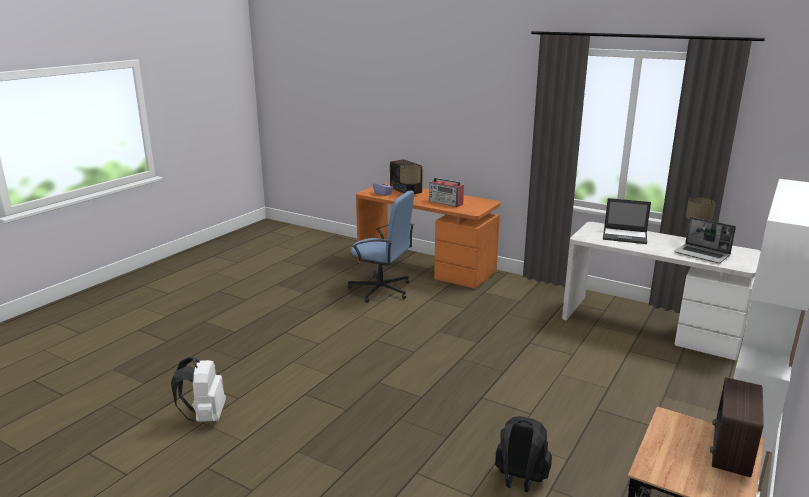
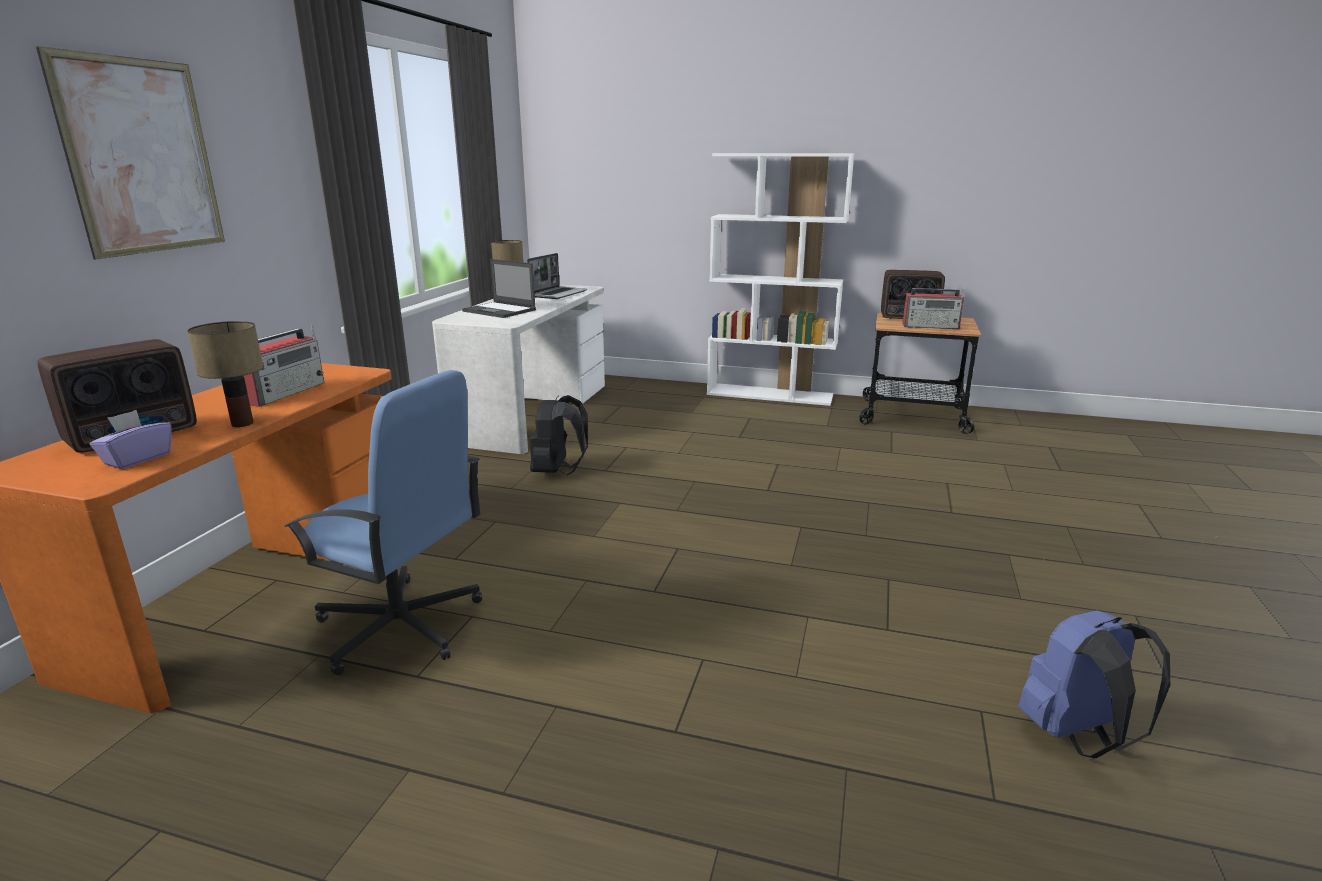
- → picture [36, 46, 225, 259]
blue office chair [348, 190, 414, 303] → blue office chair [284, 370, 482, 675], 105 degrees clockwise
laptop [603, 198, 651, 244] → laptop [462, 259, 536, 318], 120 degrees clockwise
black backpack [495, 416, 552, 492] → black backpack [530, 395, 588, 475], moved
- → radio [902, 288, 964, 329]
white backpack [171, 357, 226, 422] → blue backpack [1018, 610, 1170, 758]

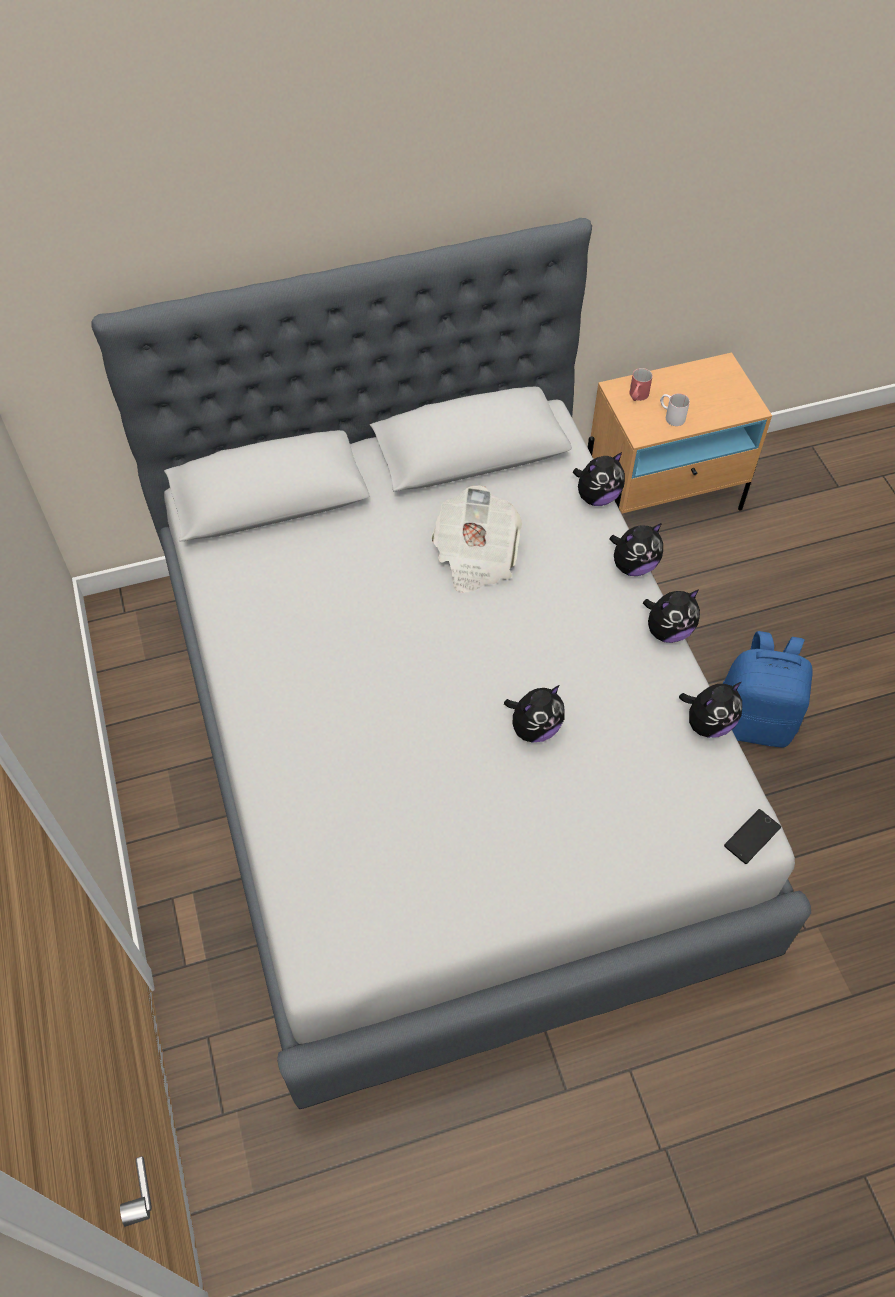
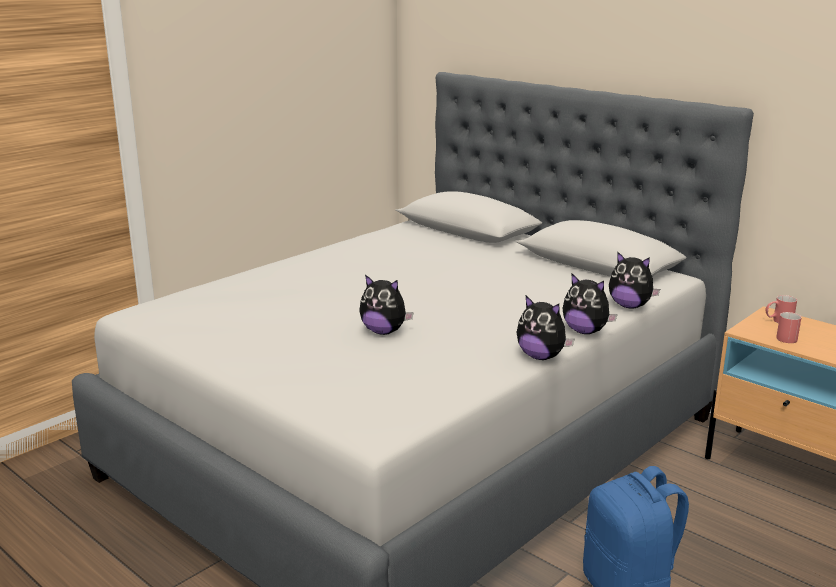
white mug [660, 393, 690, 426] → red mug [776, 312, 802, 343]
newspaper [432, 485, 522, 593] → -
plush toy [679, 682, 742, 738] → -
phone [724, 809, 781, 864] → -

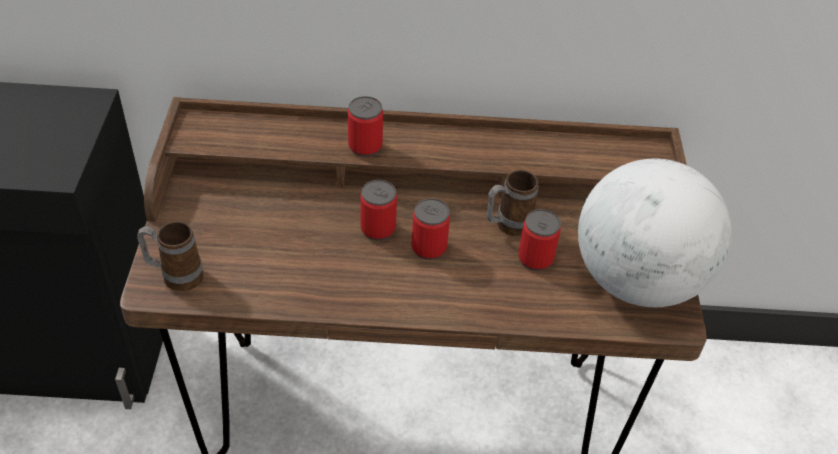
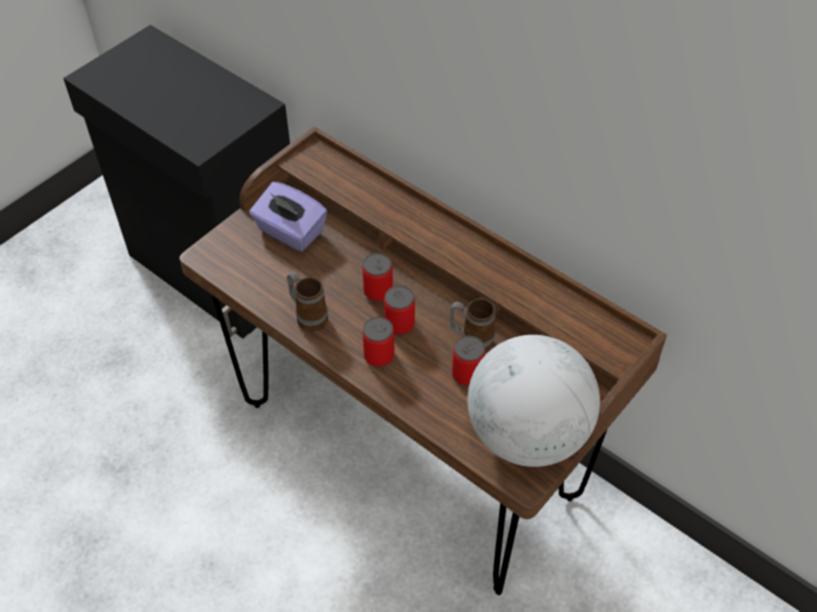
- → purple tissue box [249, 182, 327, 252]
mug [137, 221, 204, 291] → mug [287, 272, 328, 332], moved
can [348, 96, 383, 157] → can [362, 317, 395, 367], moved

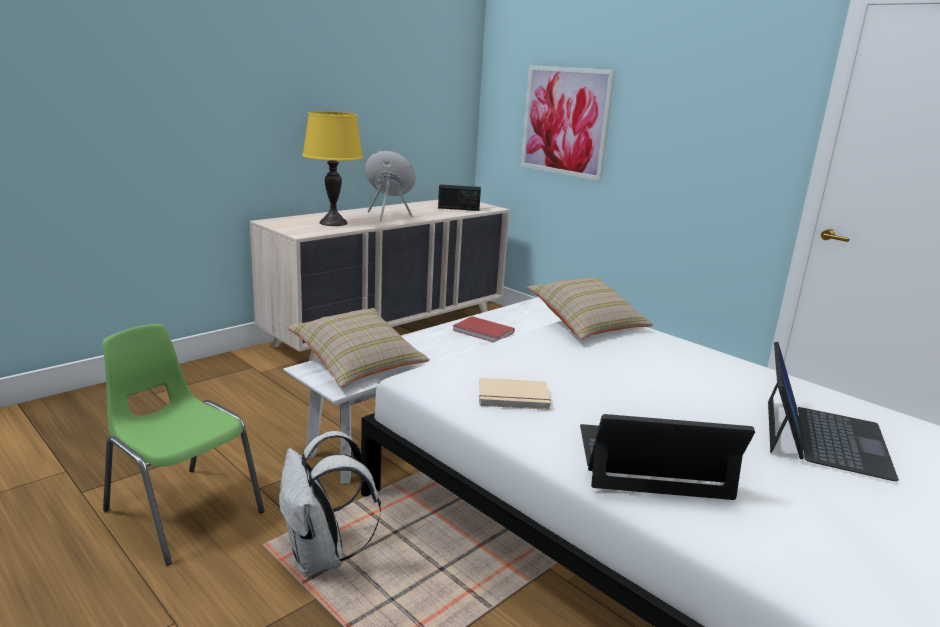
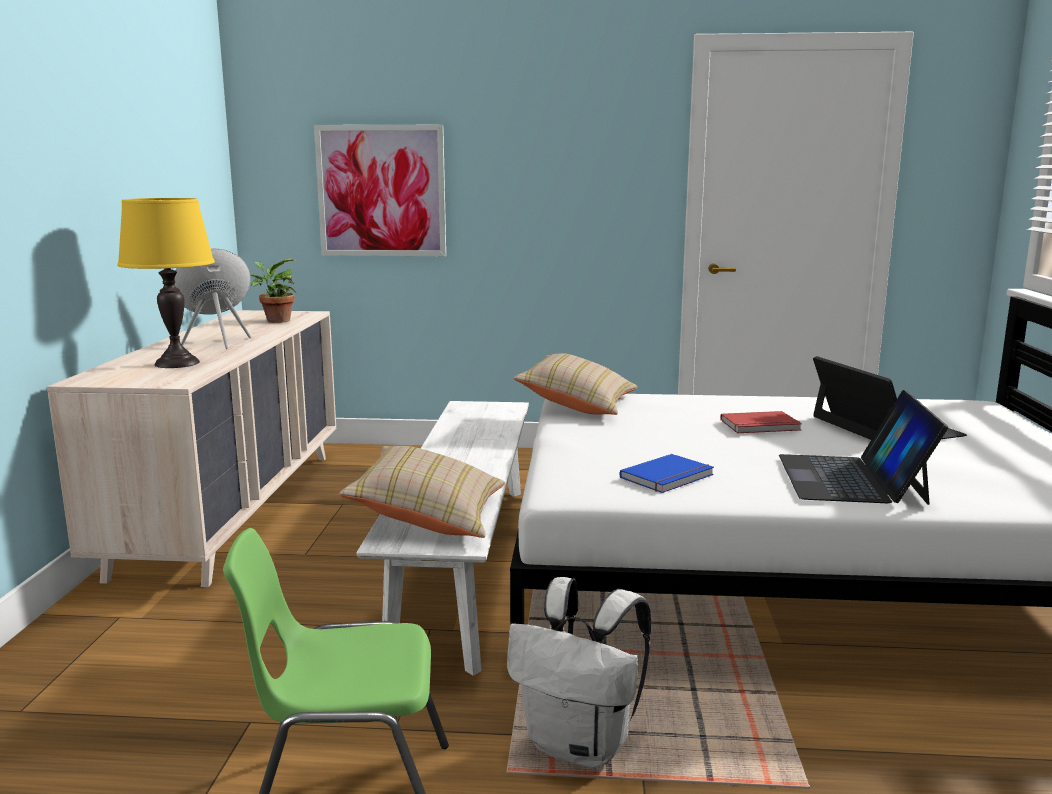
radio [438, 184, 481, 211] → potted plant [250, 258, 297, 323]
beige book [479, 378, 551, 410] → blue book [620, 454, 714, 493]
red book [452, 316, 515, 342] → red book [720, 411, 802, 433], moved
laptop [580, 414, 755, 500] → laptop [779, 390, 948, 505], 45 degrees counterclockwise

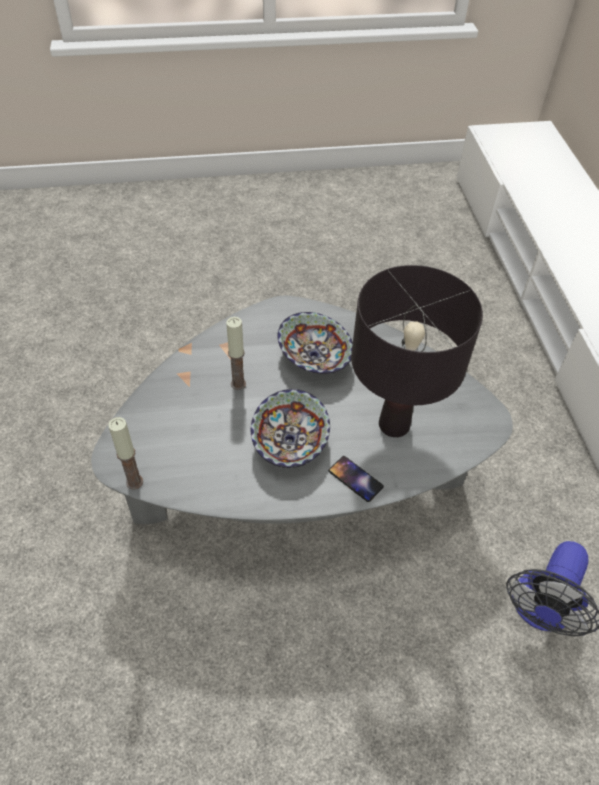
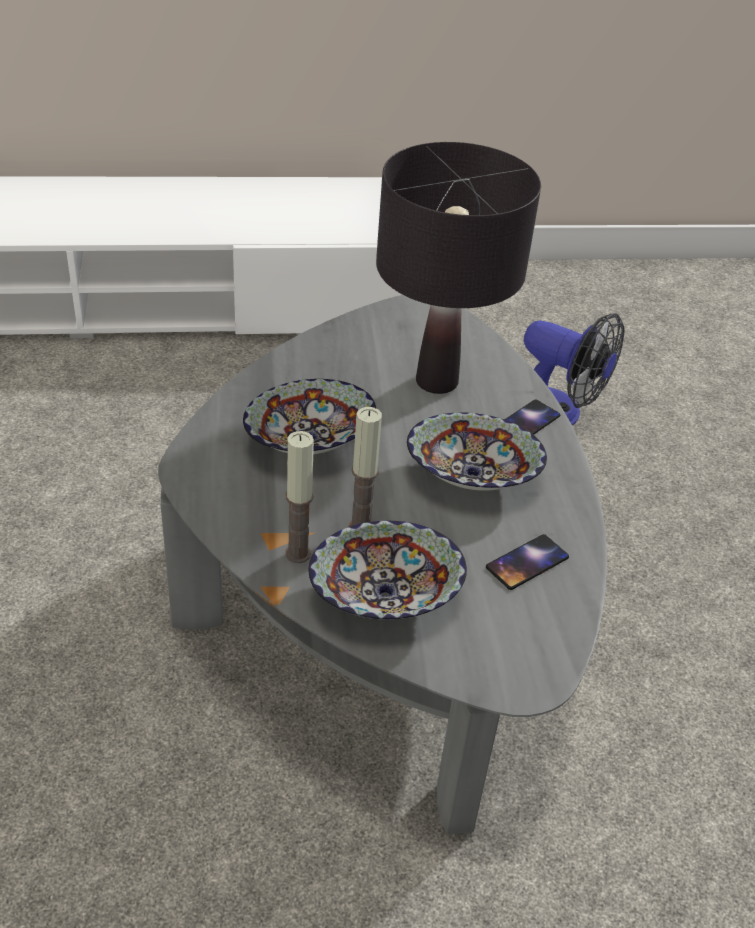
candle [108, 417, 143, 490] → candle [285, 431, 314, 563], moved
- → bowl [308, 521, 467, 619]
- → phone [486, 534, 569, 590]

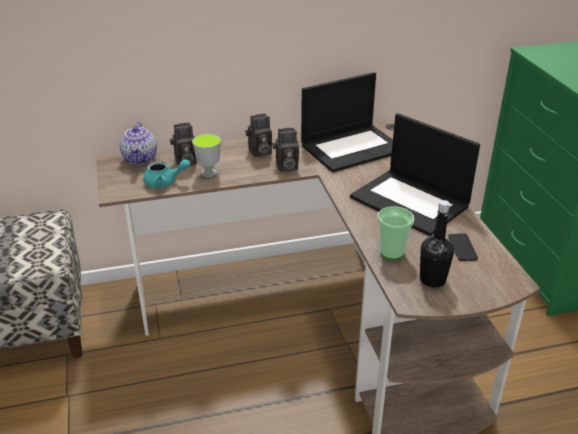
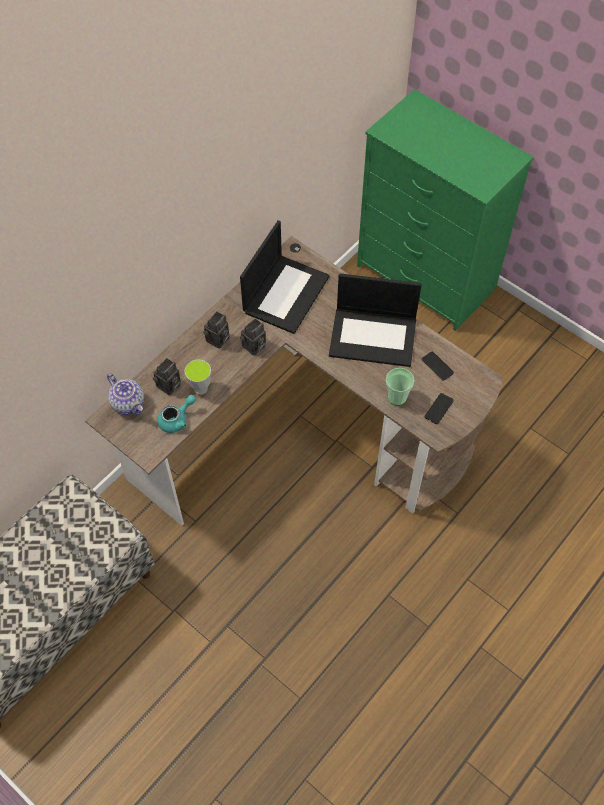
black bottle [420, 200, 454, 288] → phone [425, 393, 454, 424]

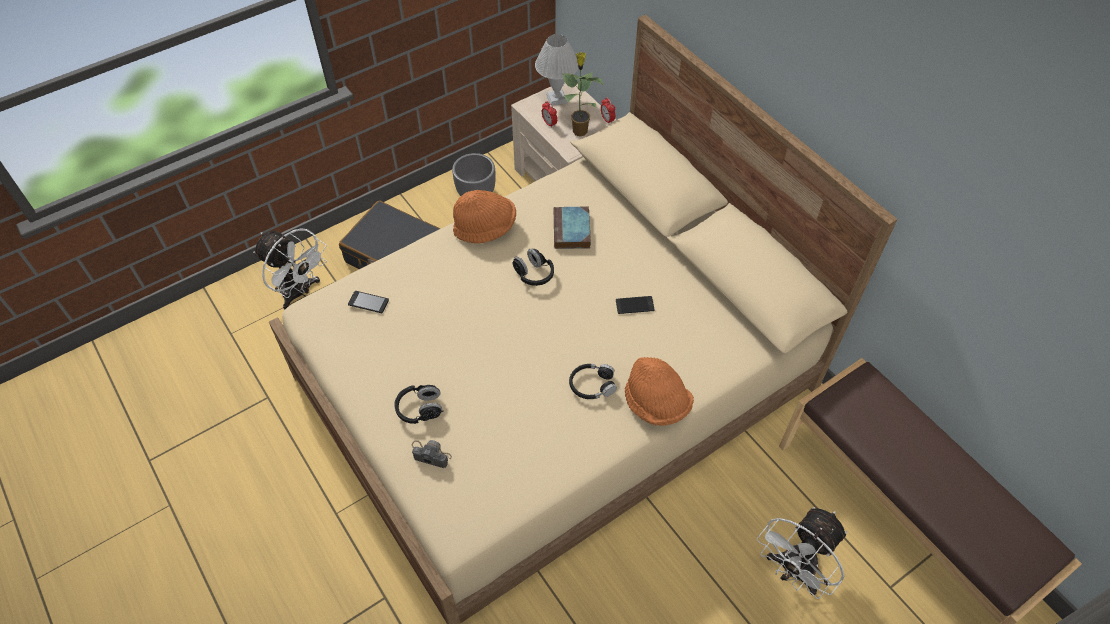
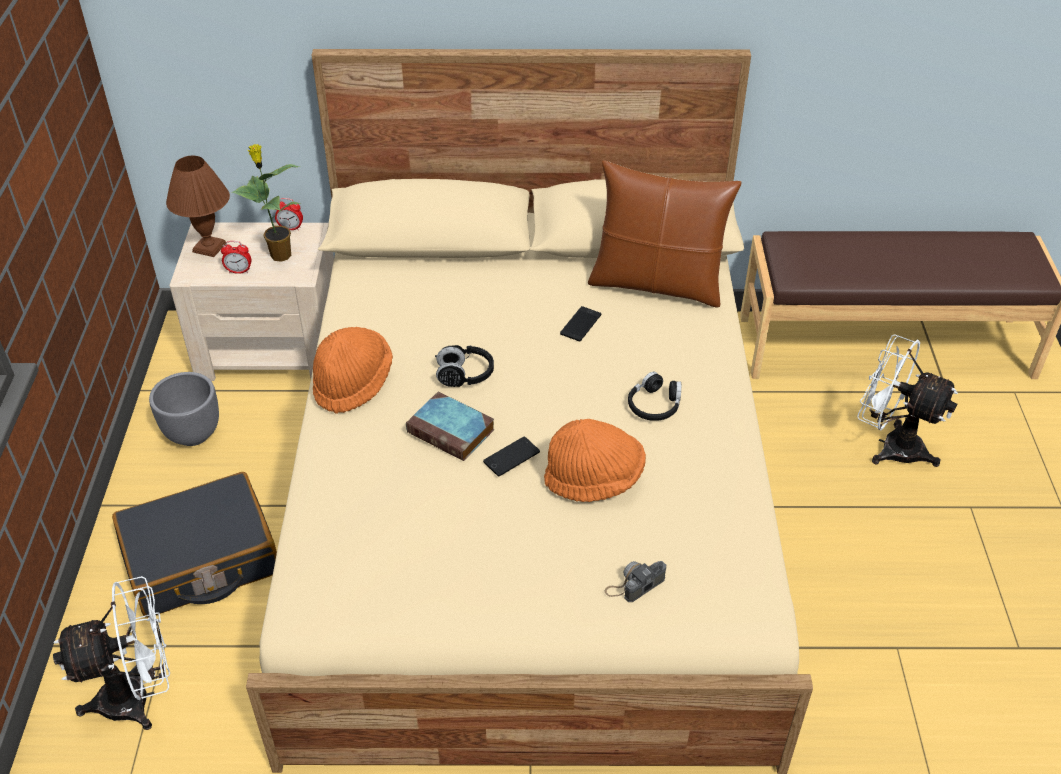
white table lamp [535, 34, 578, 106] → brown table lamp [166, 156, 230, 257]
book [554, 207, 591, 249] → book [406, 391, 495, 461], moved
phone [348, 291, 389, 313] → phone [483, 437, 540, 476], moved
orange hat [625, 357, 694, 426] → orange hat [544, 419, 646, 502], moved
- → brown pillow [588, 160, 741, 308]
white fan [757, 507, 847, 599] → white fan [857, 334, 958, 467], 135 degrees clockwise
black headphones [394, 385, 444, 424] → -

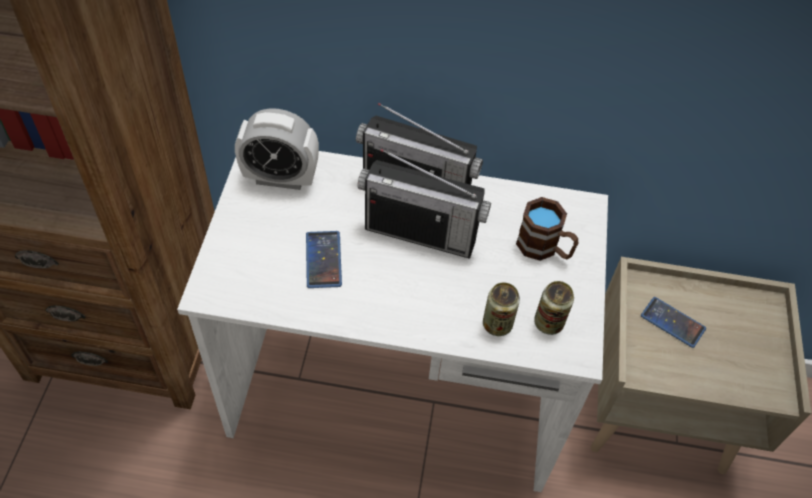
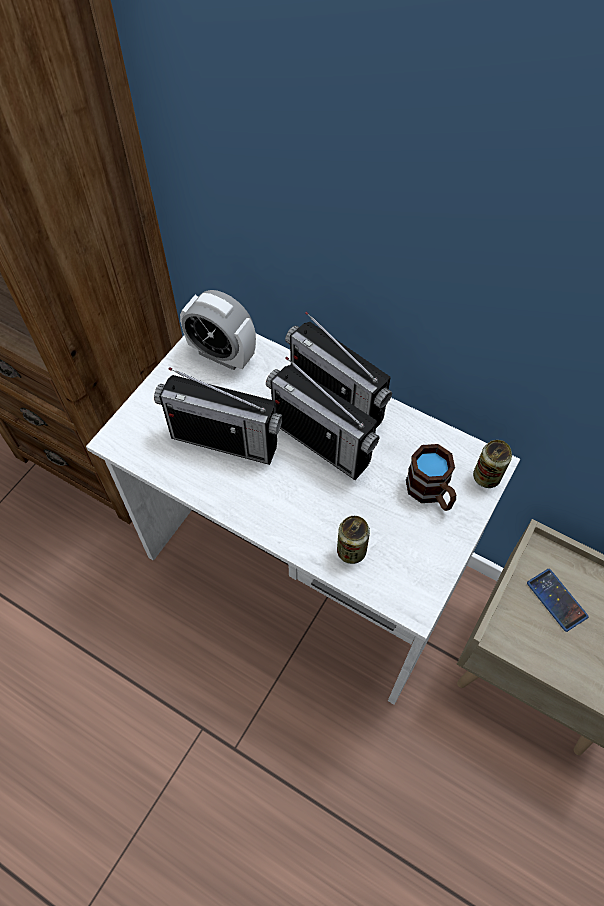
phone [306, 231, 342, 288] → radio [154, 367, 282, 465]
can [534, 281, 574, 335] → can [473, 440, 512, 488], moved

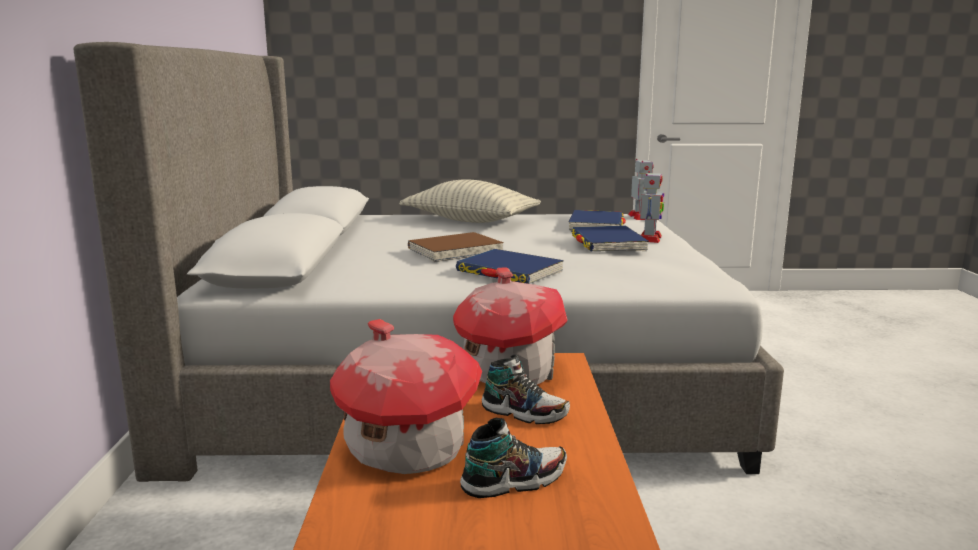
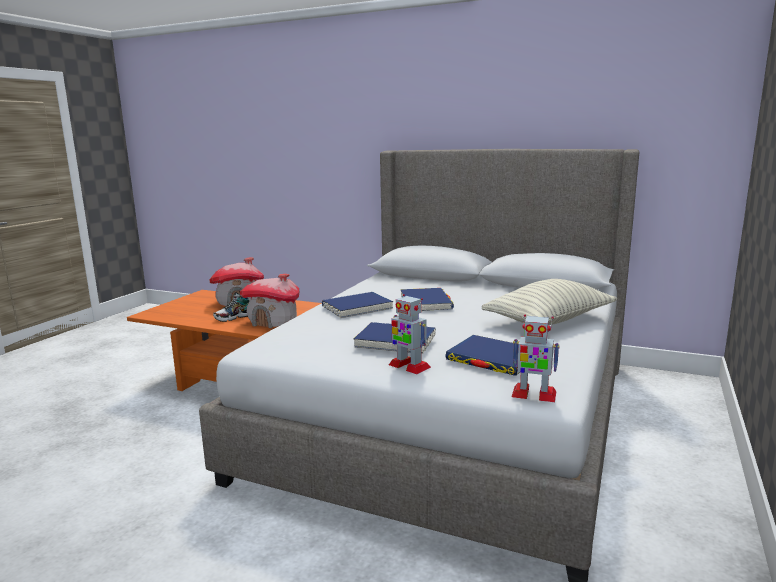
brown book [408, 232, 504, 262] → blue book [400, 288, 454, 311]
shoe [460, 418, 567, 498] → -

